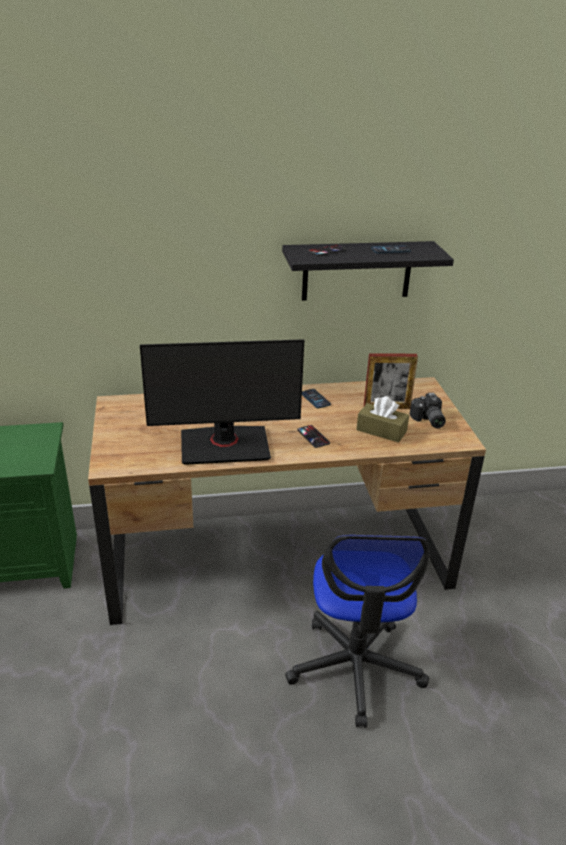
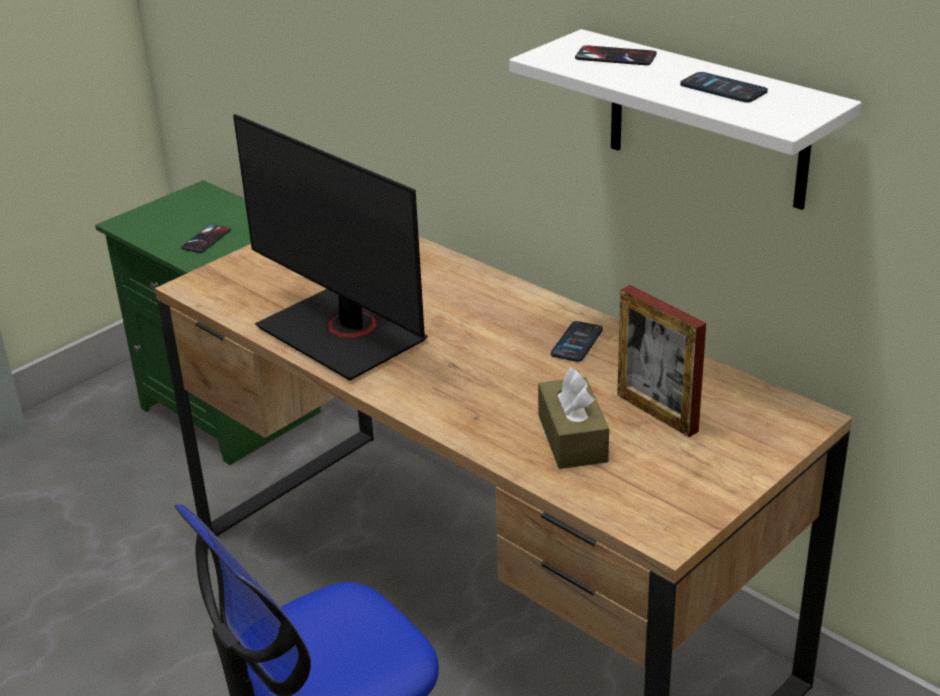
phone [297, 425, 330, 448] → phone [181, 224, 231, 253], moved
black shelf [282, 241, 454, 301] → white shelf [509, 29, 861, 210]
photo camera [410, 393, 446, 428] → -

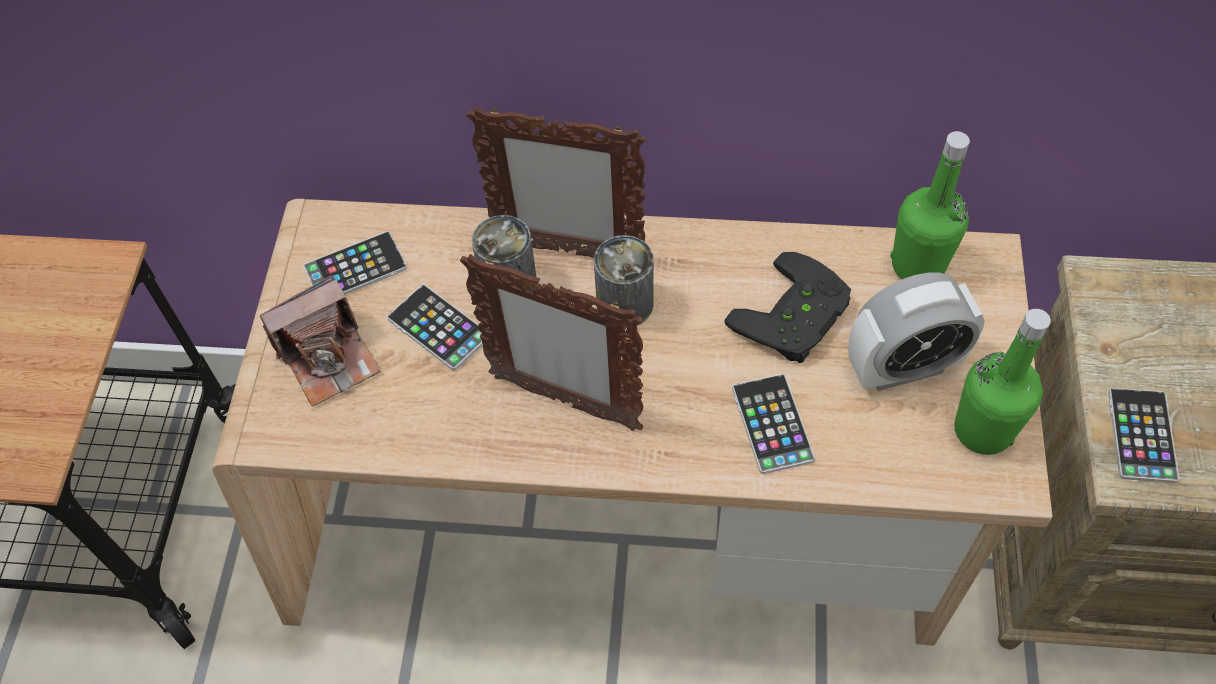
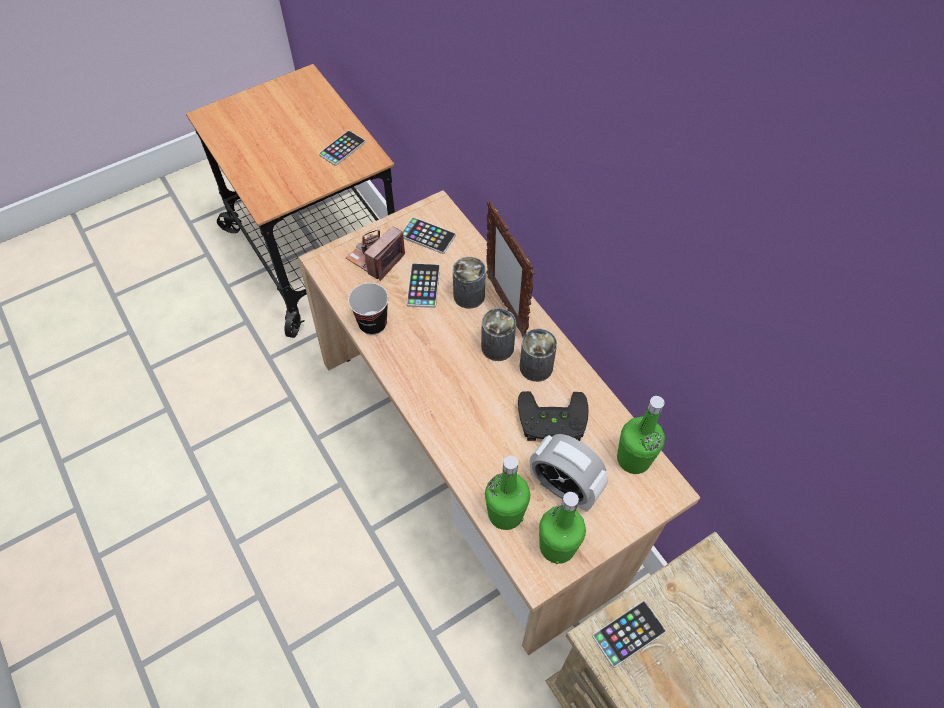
phone [732, 374, 815, 474] → phone [319, 130, 366, 166], moved
photo camera [260, 275, 381, 407] → photo camera [346, 226, 405, 281], 105 degrees clockwise
- → cup [348, 283, 388, 335]
- → green bottle [485, 455, 530, 530]
- → can [520, 329, 557, 382]
picture frame [460, 254, 643, 431] → -

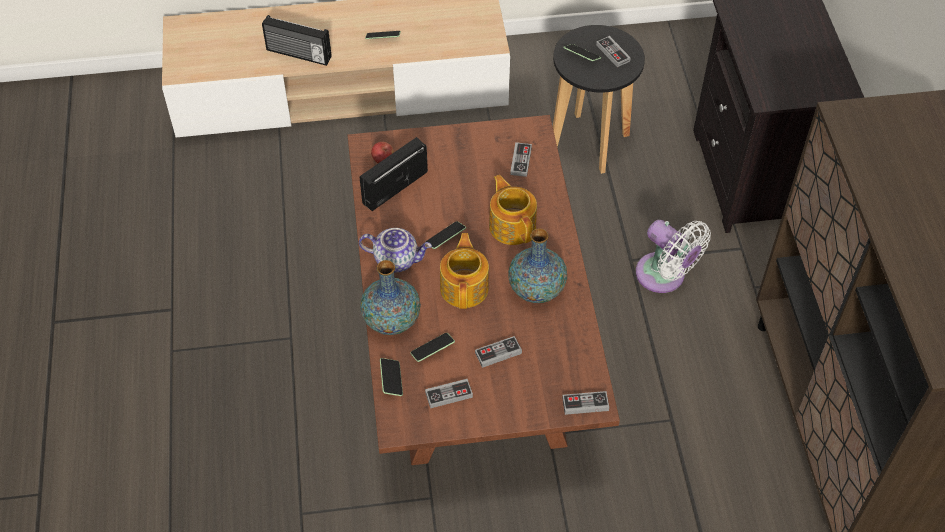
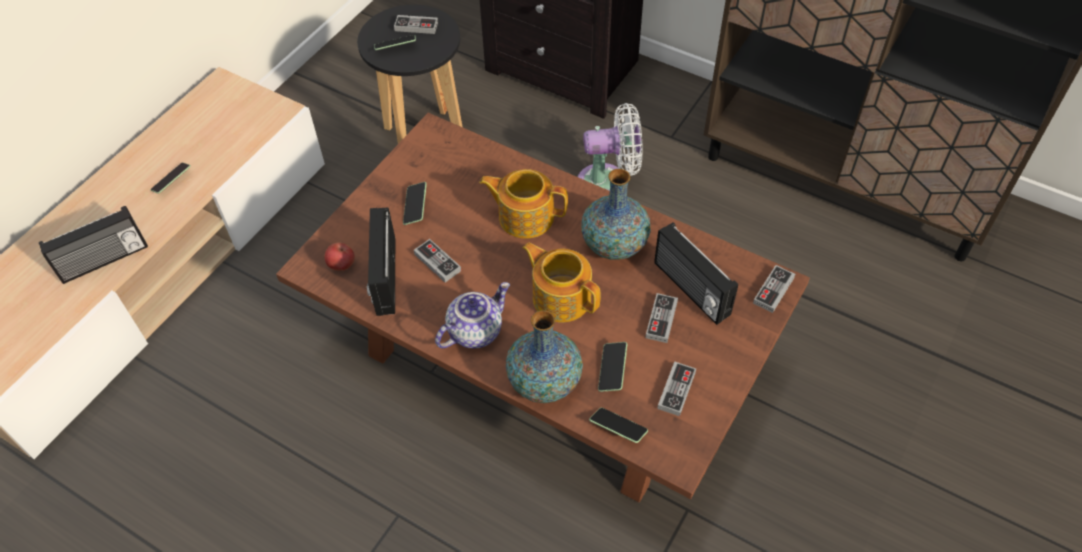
phone [426, 221, 466, 249] → phone [403, 182, 427, 225], moved
game controller [510, 142, 532, 177] → game controller [414, 239, 461, 282], moved
- → radio [654, 222, 738, 325]

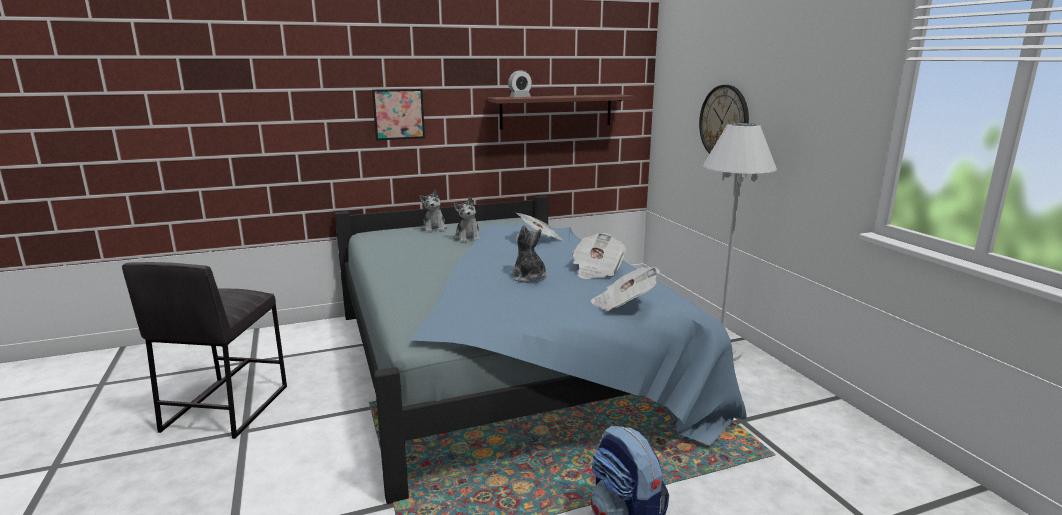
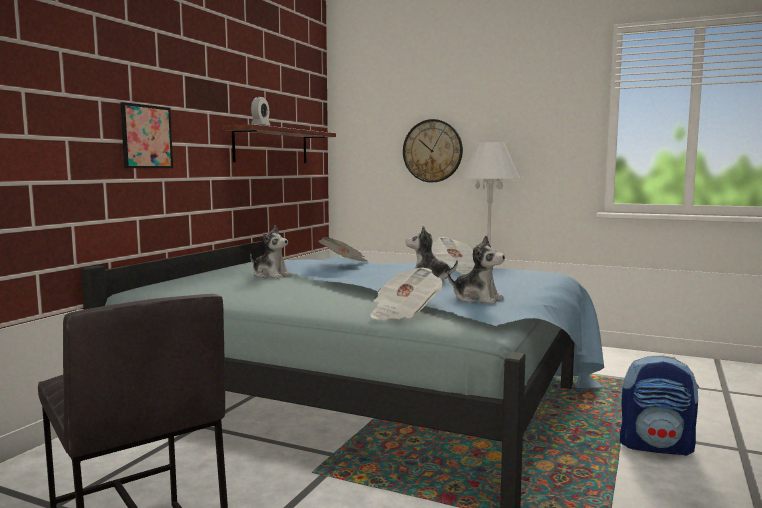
newspaper [591, 267, 660, 311] → newspaper [370, 268, 443, 320], moved
plush toy [420, 189, 447, 233] → plush toy [447, 236, 505, 304], moved

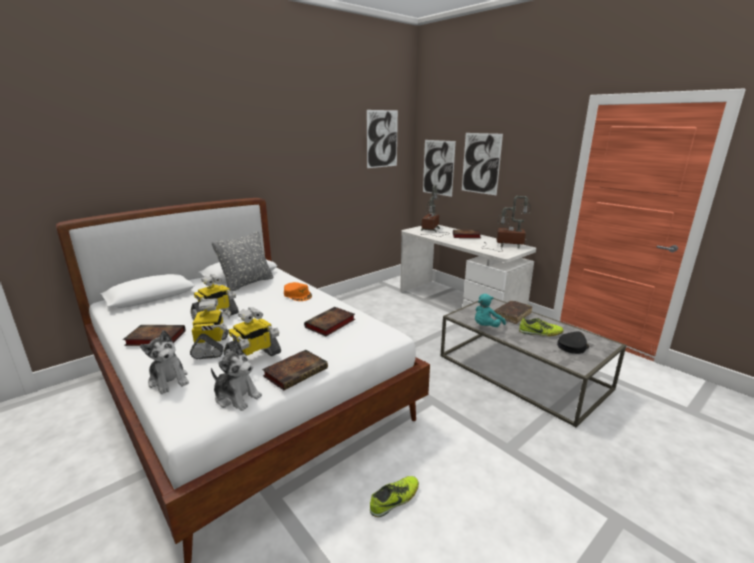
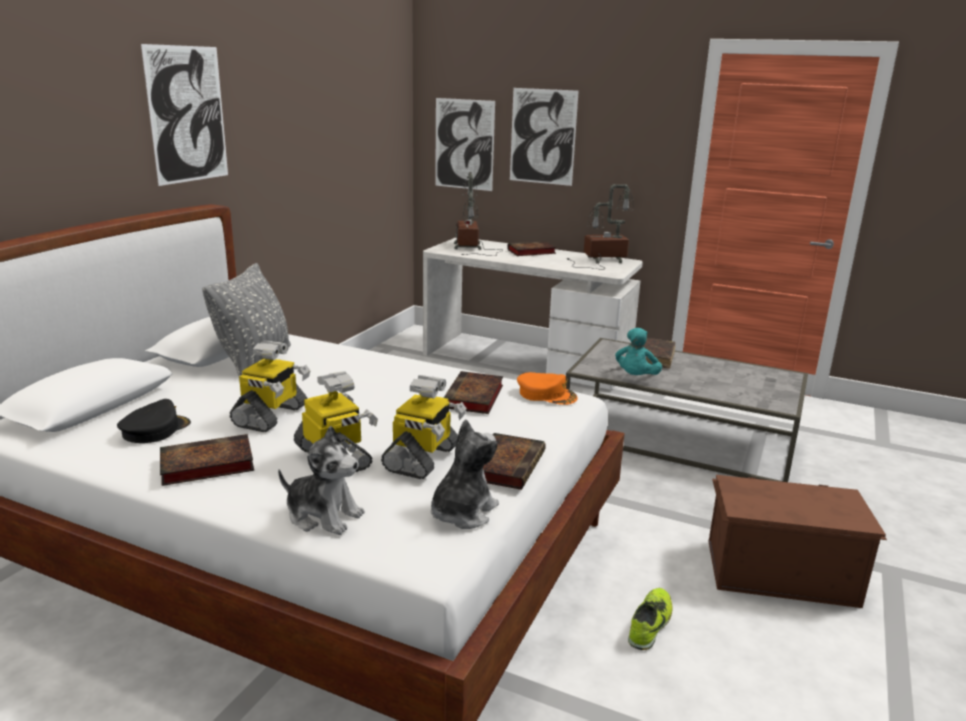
black cap [557, 331, 589, 354] → black cap [117, 399, 191, 443], moved
picture [367, 110, 398, 168] → picture [141, 44, 228, 186], moved
plush toy [211, 343, 262, 411] → plush toy [431, 419, 499, 529], 60 degrees counterclockwise
orange cap [284, 282, 312, 301] → orange cap [517, 372, 578, 405], moved
- → brown storage box [709, 475, 887, 608]
shoe [519, 317, 564, 336] → -

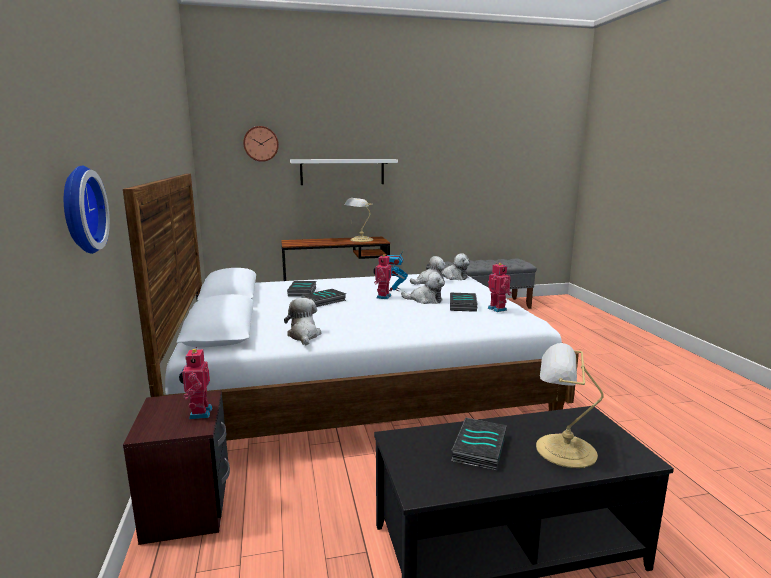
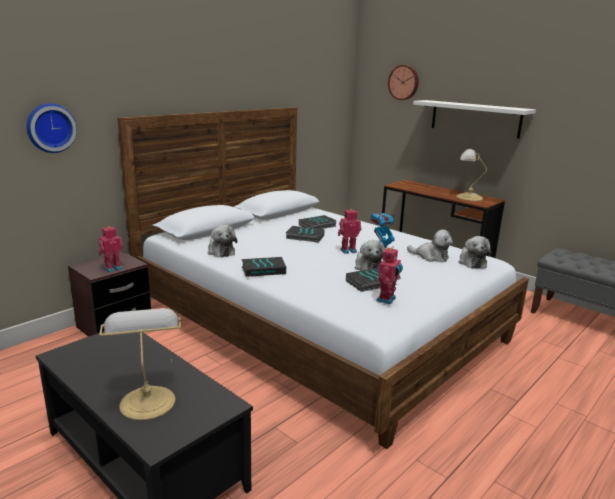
plush toy [284, 298, 321, 345] → plush toy [208, 225, 237, 258], 105 degrees clockwise
book [451, 417, 507, 471] → book [241, 257, 286, 277], moved

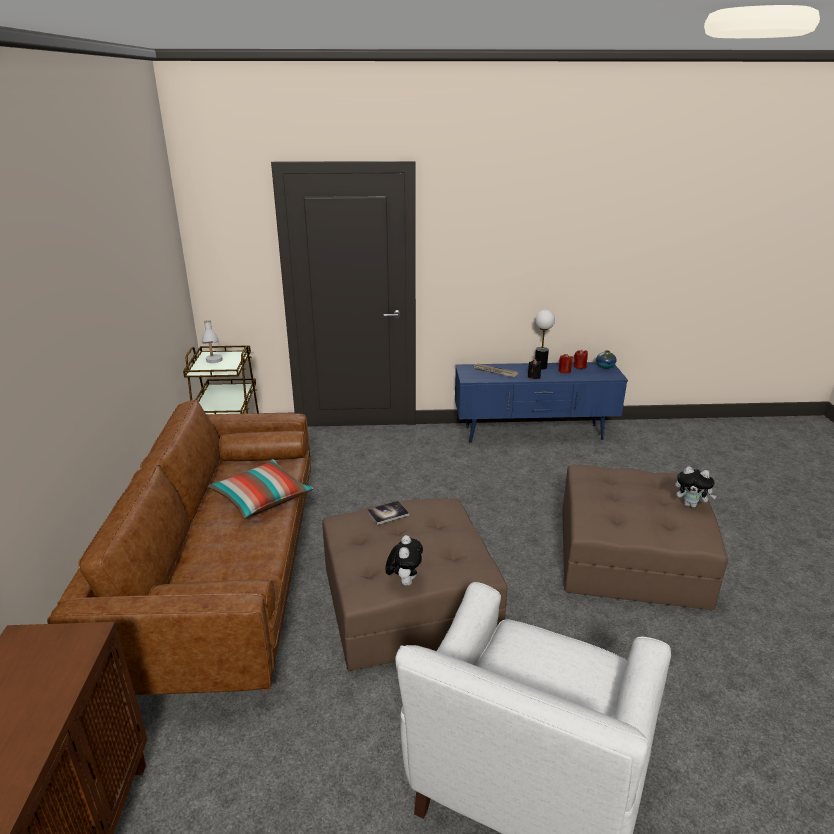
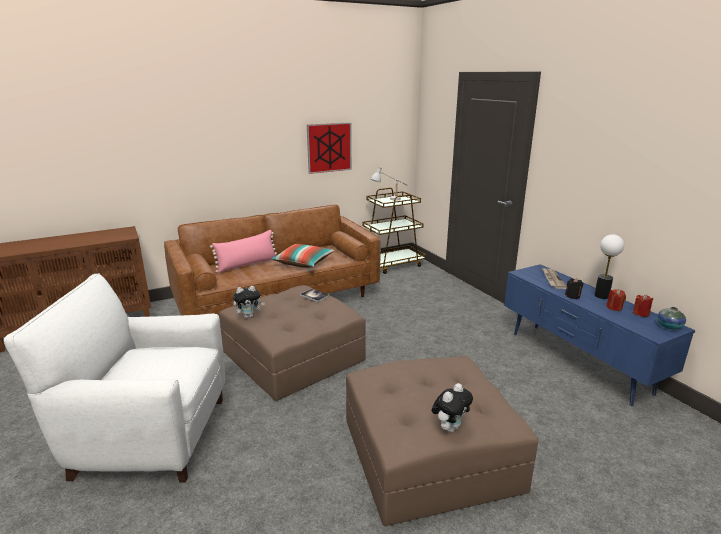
- → pink pillow [210, 230, 277, 273]
- → picture [307, 122, 352, 174]
plush toy [675, 466, 717, 508] → plush toy [432, 383, 473, 432], 135 degrees counterclockwise

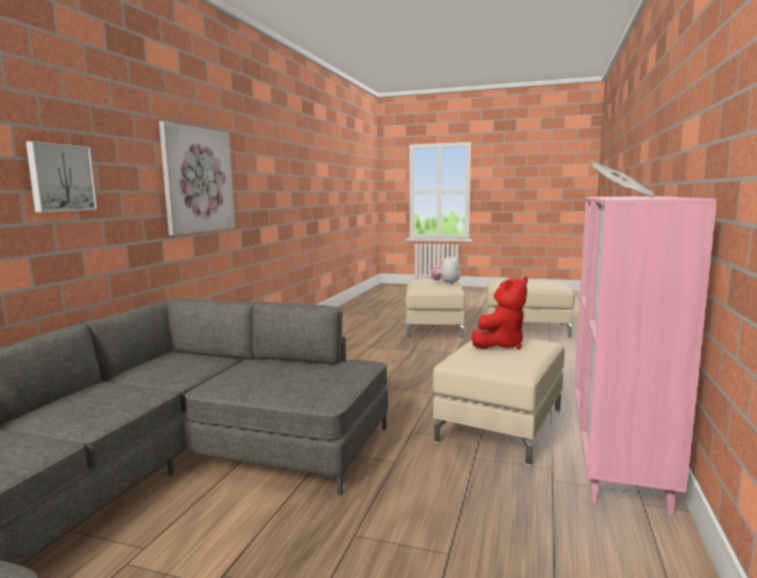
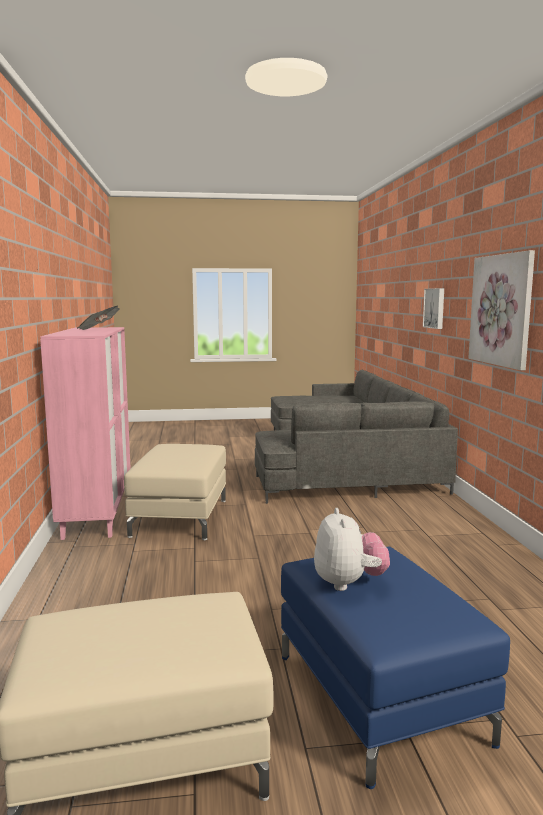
beige ottoman [406, 279, 465, 340] → blue ottoman [281, 546, 510, 789]
red plush toy [471, 277, 528, 349] → -

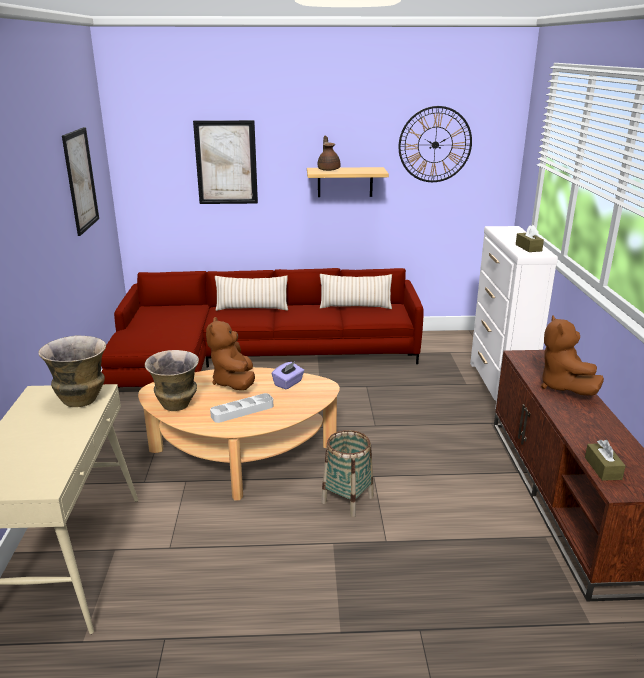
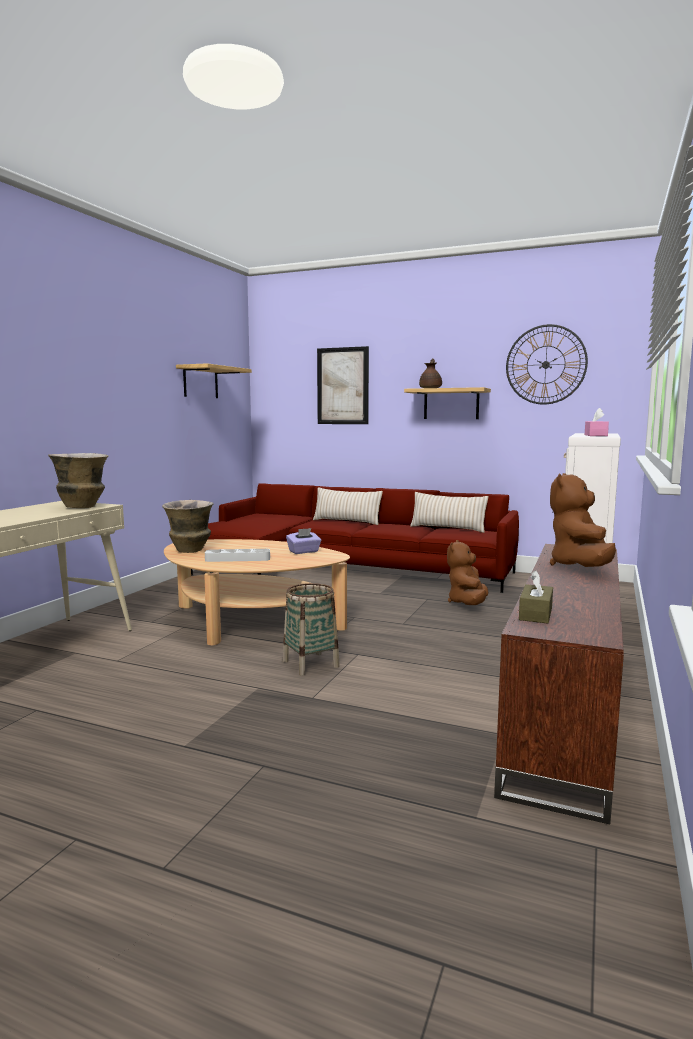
picture [62, 127, 99, 236] → shelf [176, 363, 252, 398]
brown plush toy [206, 317, 255, 390] → brown plush toy [447, 540, 489, 605], moved
brown tissue box [516, 225, 544, 252] → pink tissue box [585, 408, 609, 436]

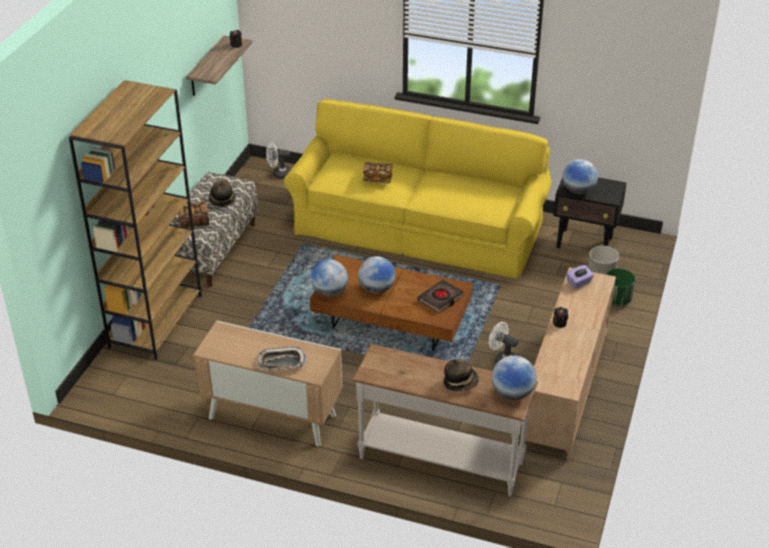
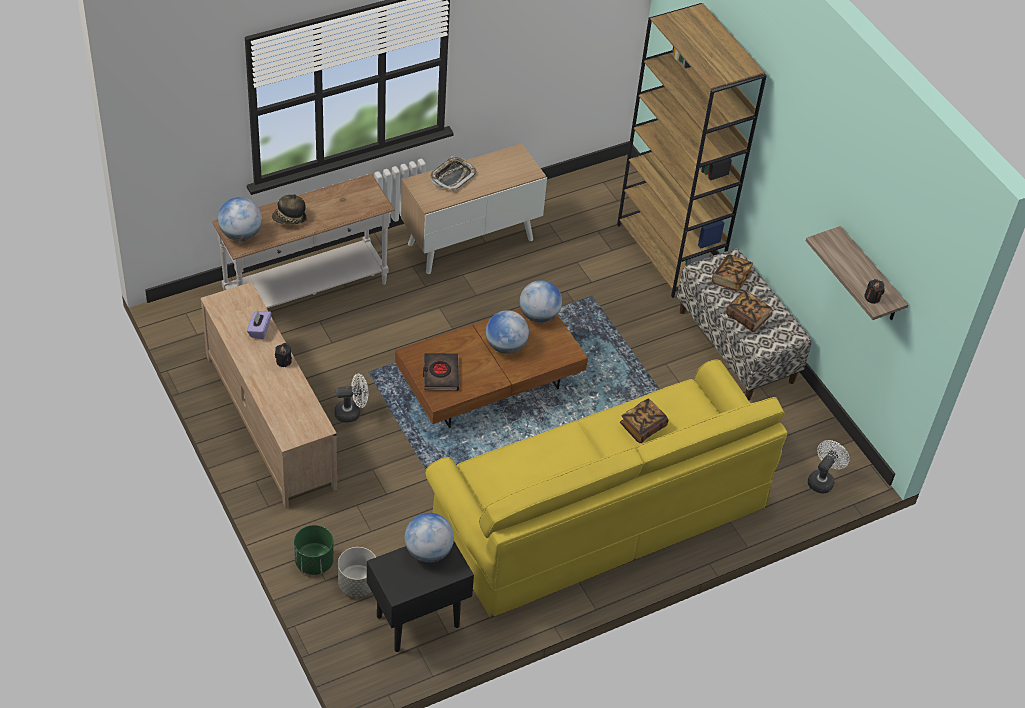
purple tissue box [567, 265, 594, 288] → purple tissue box [247, 311, 271, 339], moved
hat [209, 180, 235, 207] → book [726, 290, 772, 332]

